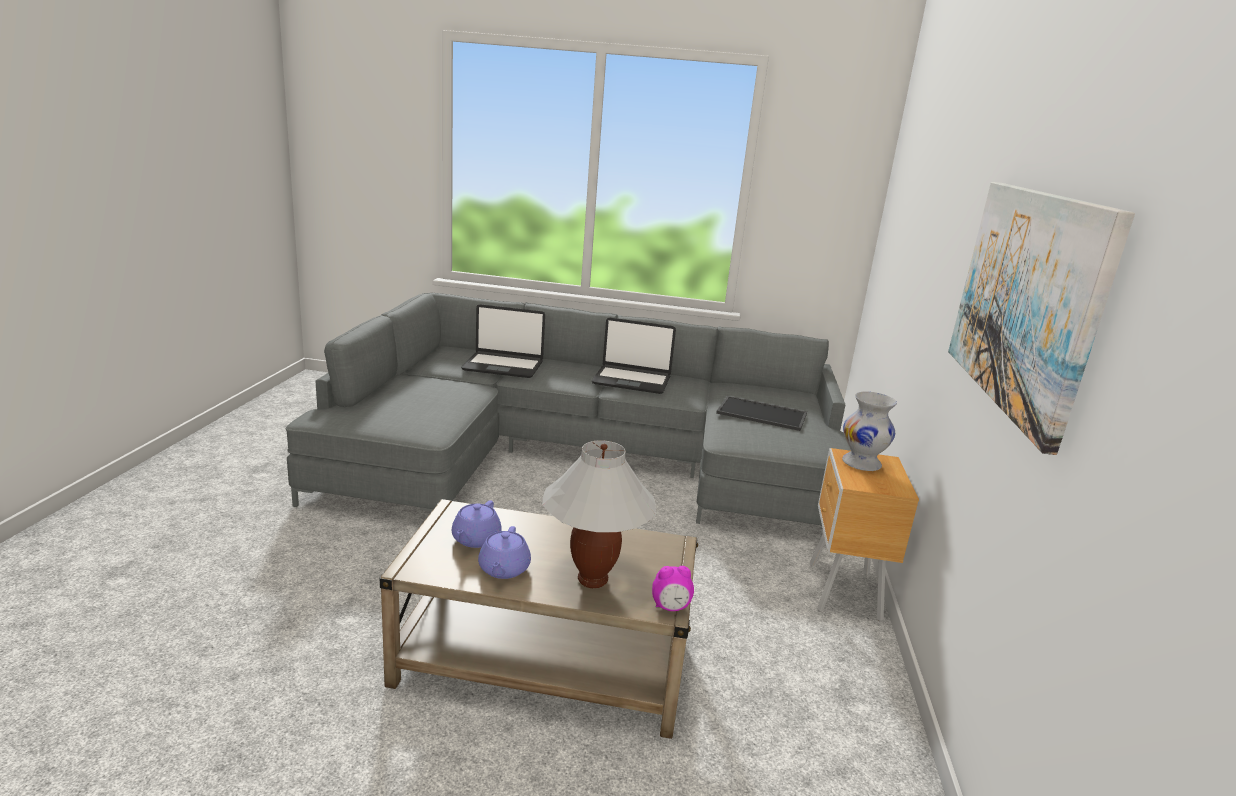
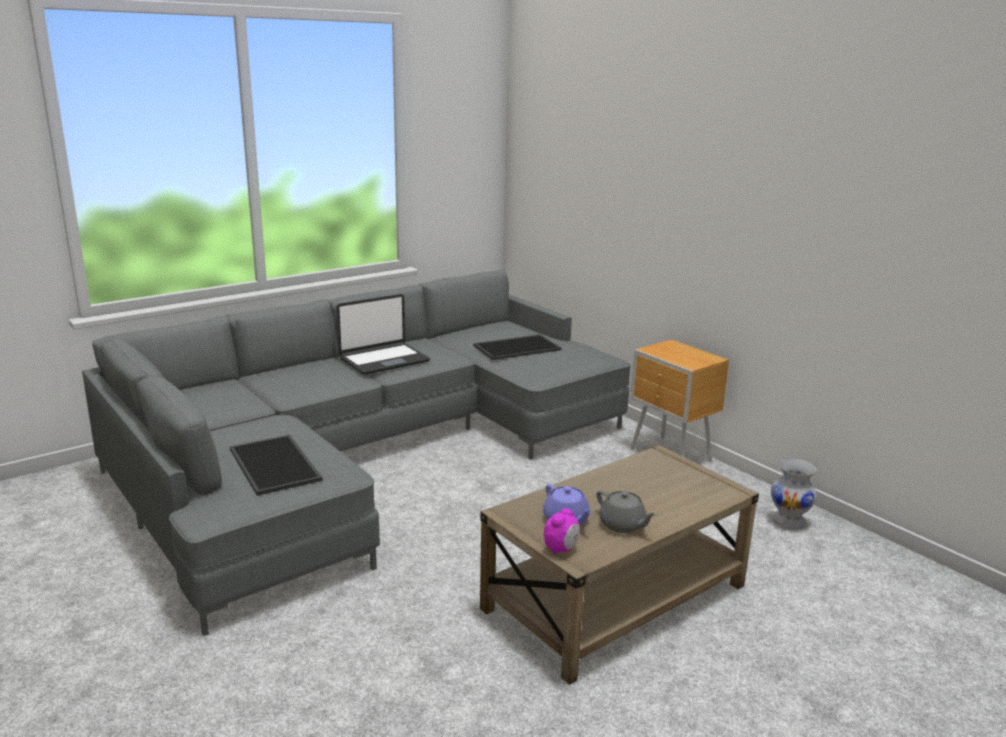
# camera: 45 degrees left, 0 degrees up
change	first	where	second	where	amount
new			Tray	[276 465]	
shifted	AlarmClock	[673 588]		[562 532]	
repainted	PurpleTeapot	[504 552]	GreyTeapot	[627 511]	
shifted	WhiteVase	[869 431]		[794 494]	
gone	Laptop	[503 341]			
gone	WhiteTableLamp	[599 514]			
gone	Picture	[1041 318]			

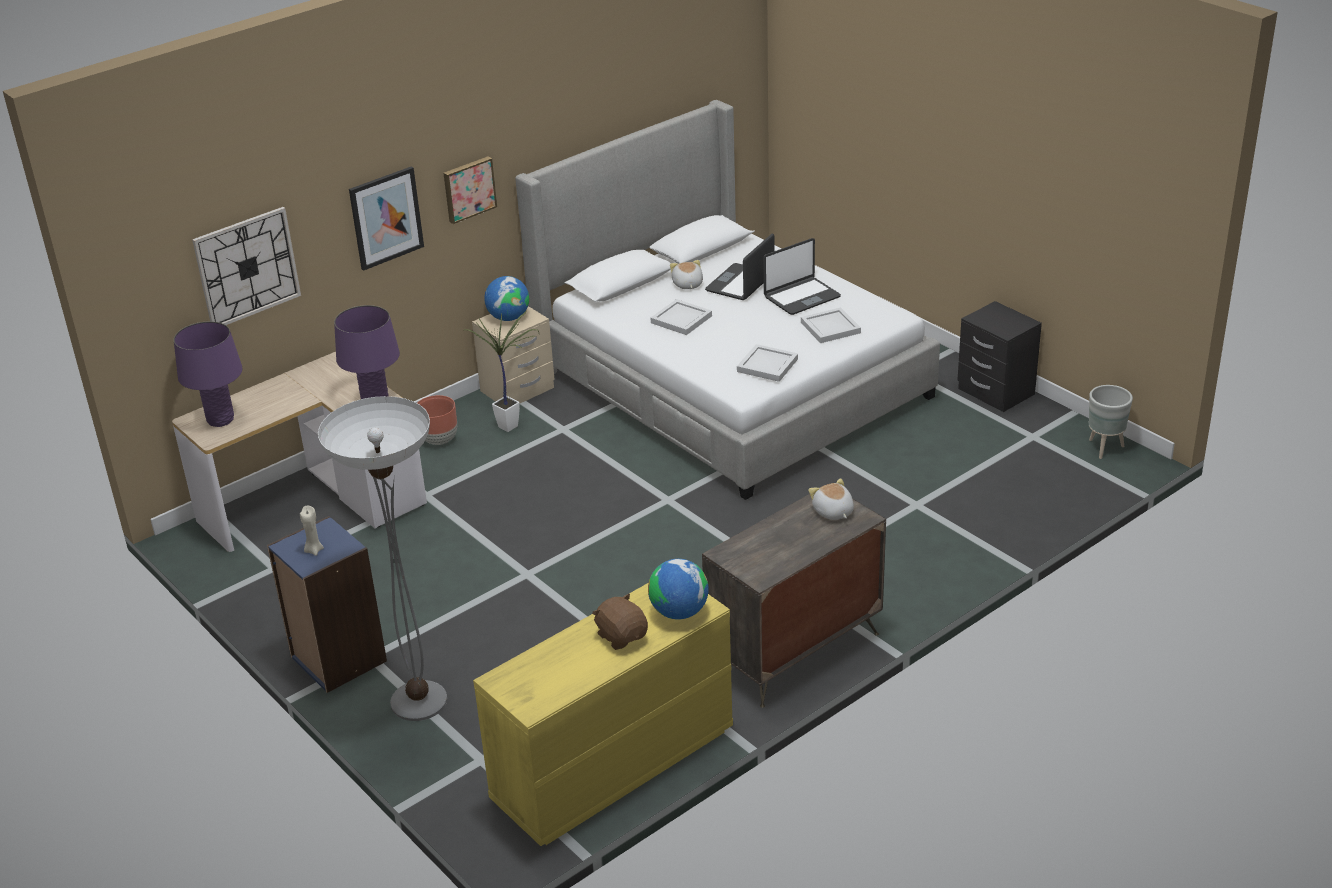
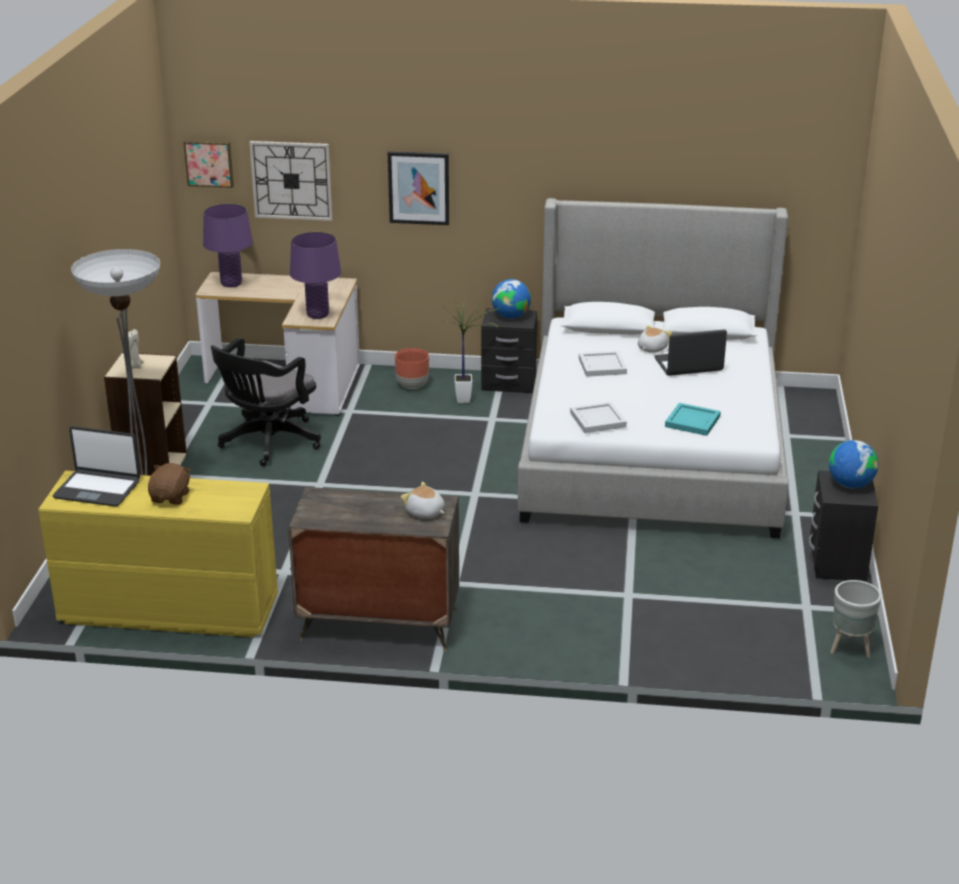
# camera: 45 degrees right, 5 degrees down
change	first	where	second	where	amount
shifted	Laptop	[802 276]		[96 466]	
repainted	BlueBookcase	[327 604]	BeigeBookcase	[145 414]	
shifted	Picture	[470 190]		[208 164]	
new			BlackOfficeChair	[266 402]	
rotated	PlushToy	[831 499]		[423 500]	75 degrees counterclockwise
repainted	BeigeNightstand	[513 355]	BlackNightstand	[509 350]	
repainted	WhiteTray	[831 325]	TurquoiseTray	[693 419]	
shifted	Globe	[678 589]		[854 464]	

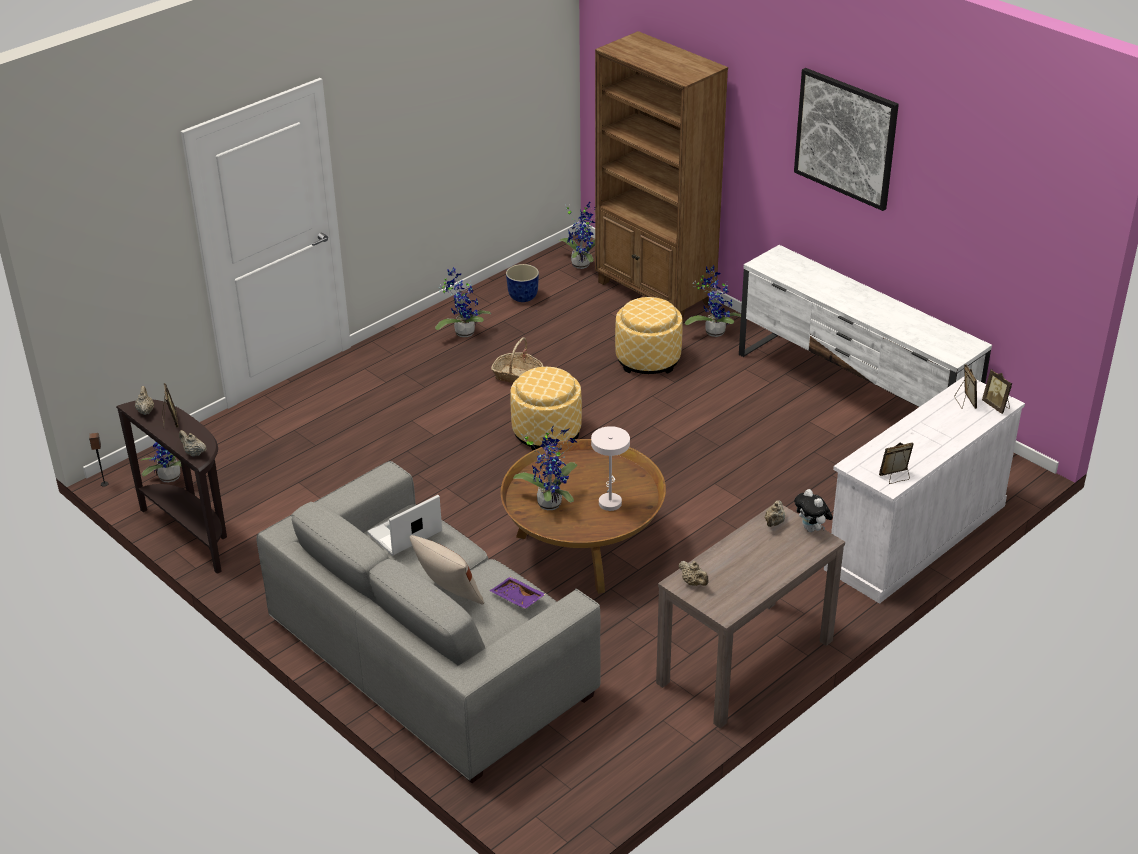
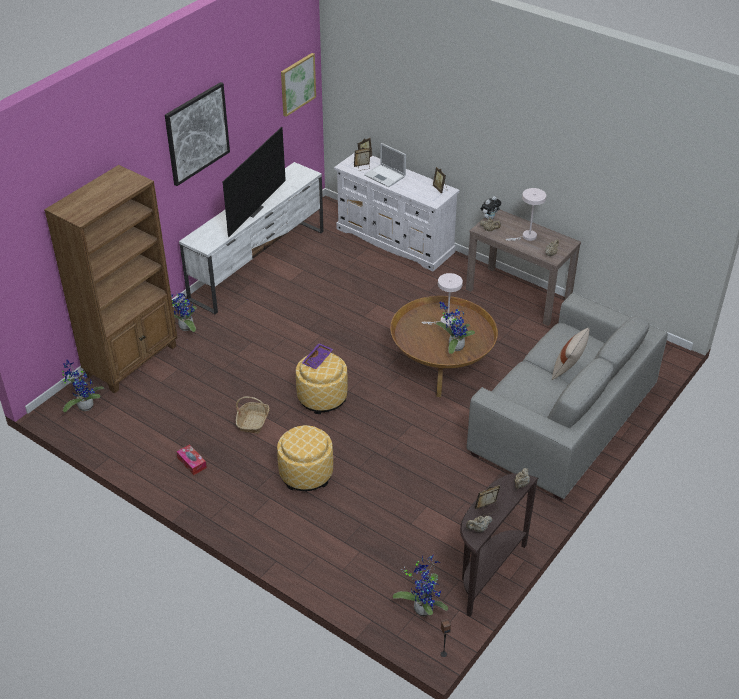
# camera: 100 degrees left, 5 degrees up
change	first	where	second	where	amount
swapped	PottedPlant	[463 302]	TissueBox	[192 459]	
new			Television	[254 182]	
shifted	Ottoman	[649 335]		[305 458]	
new			Picture	[298 85]	
shifted	PurpleTray	[517 593]		[317 356]	
shifted	Laptop	[404 525]		[385 165]	
new			WhiteTableLamp	[526 214]	
gone	Planter	[522 283]			

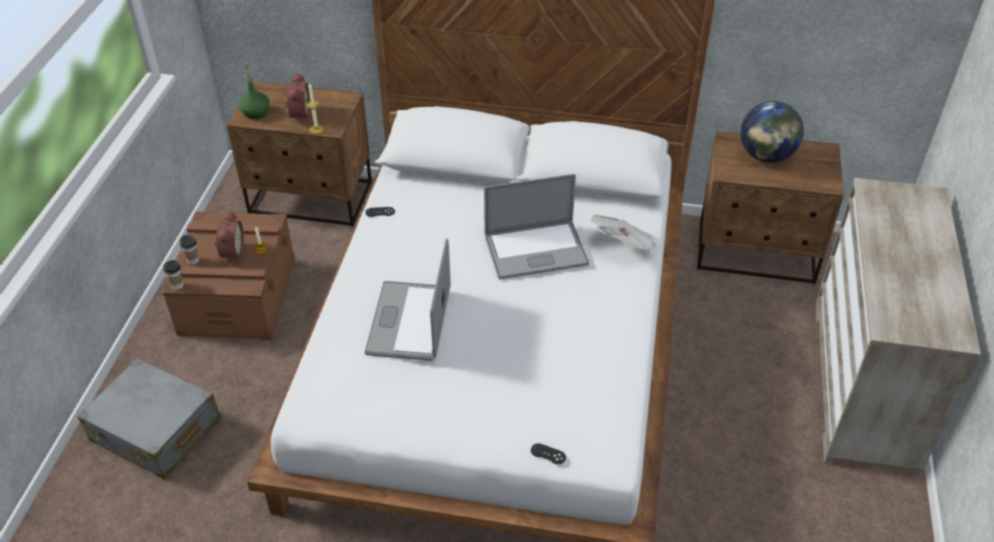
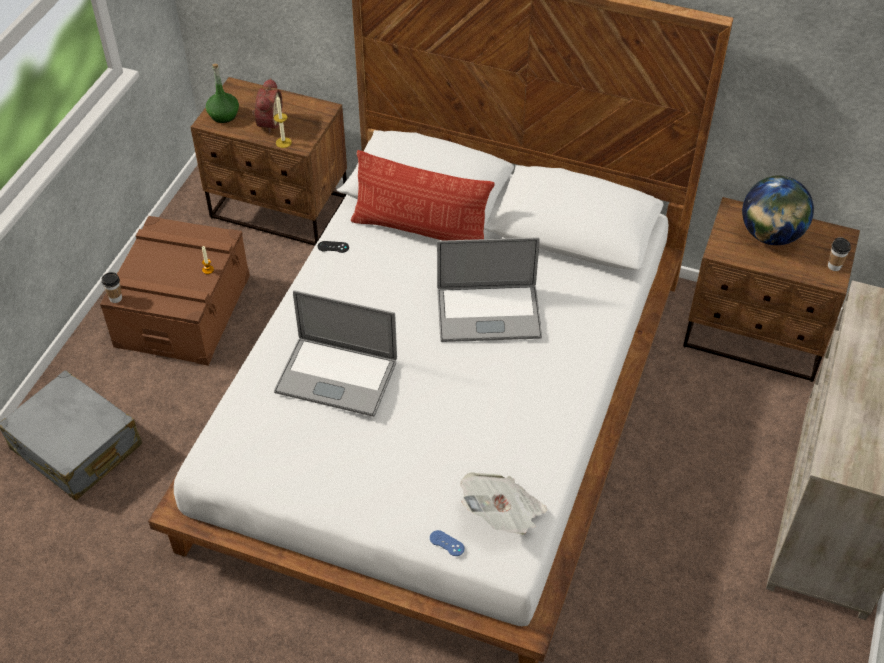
# camera: 10 degrees right, 5 degrees up
change	first	where	second	where	amount
rotated	Laptop	[408 299]		[335 353]	90 degrees counterclockwise
new			Pillow	[423 195]	
repainted	BlackGameController	[548 453]	BlueGameController	[447 543]	
shifted	Newspaper	[625 233]		[503 503]	
shifted	Cup	[189 250]		[839 254]	
gone	AlarmClock	[229 236]			

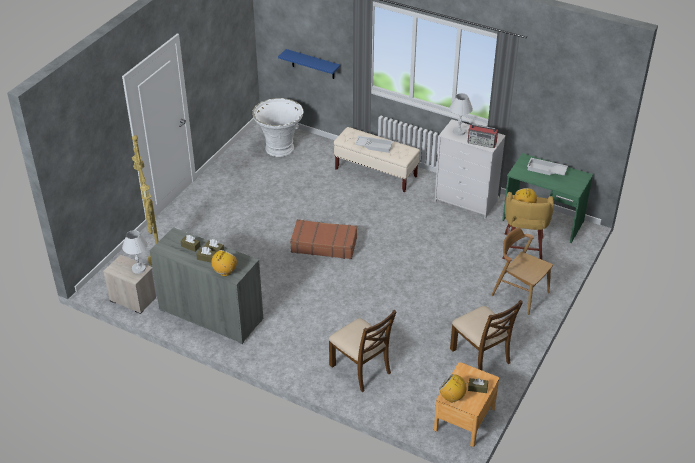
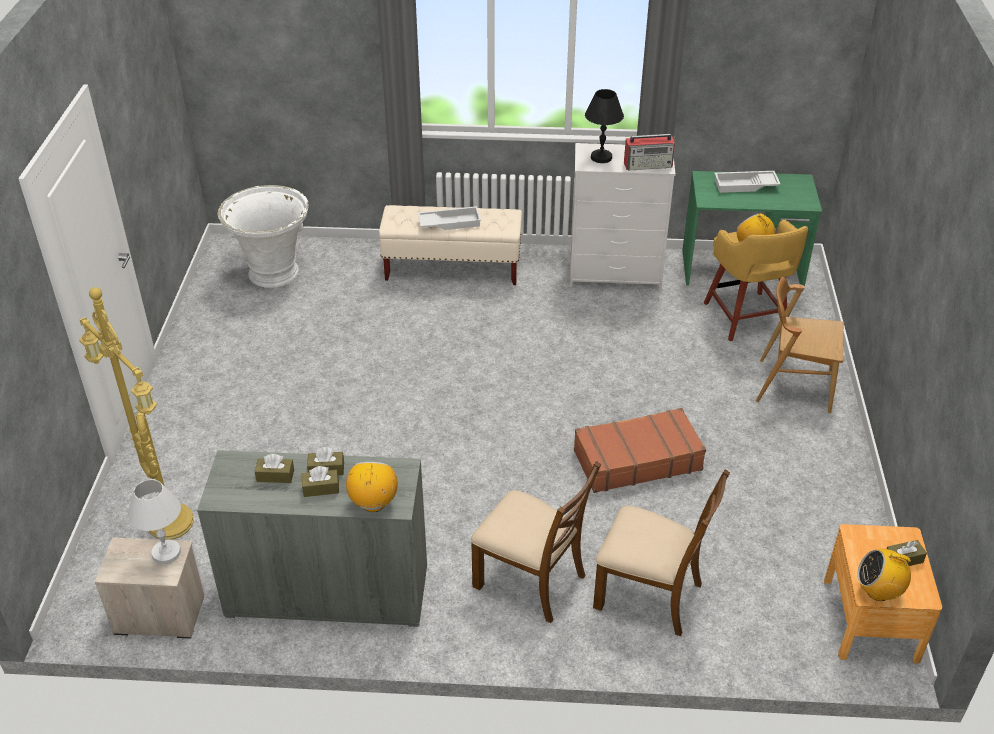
# camera: 25 degrees left, 0 degrees up
change	first	where	second	where	amount
shifted	BrownChair	[486 335]		[536 542]	
shifted	BrownSuitcase	[323 239]		[640 450]	
repainted	WhiteTableLamp	[461 114]	BlackTableLamp	[604 126]	
gone	BlueShelf	[309 64]			

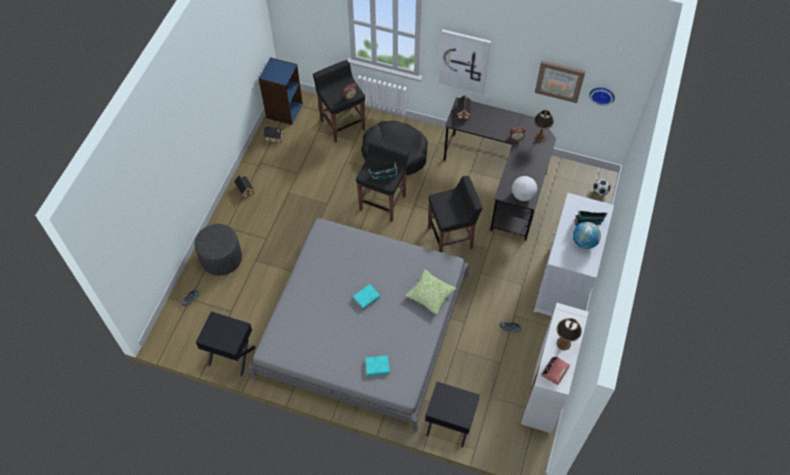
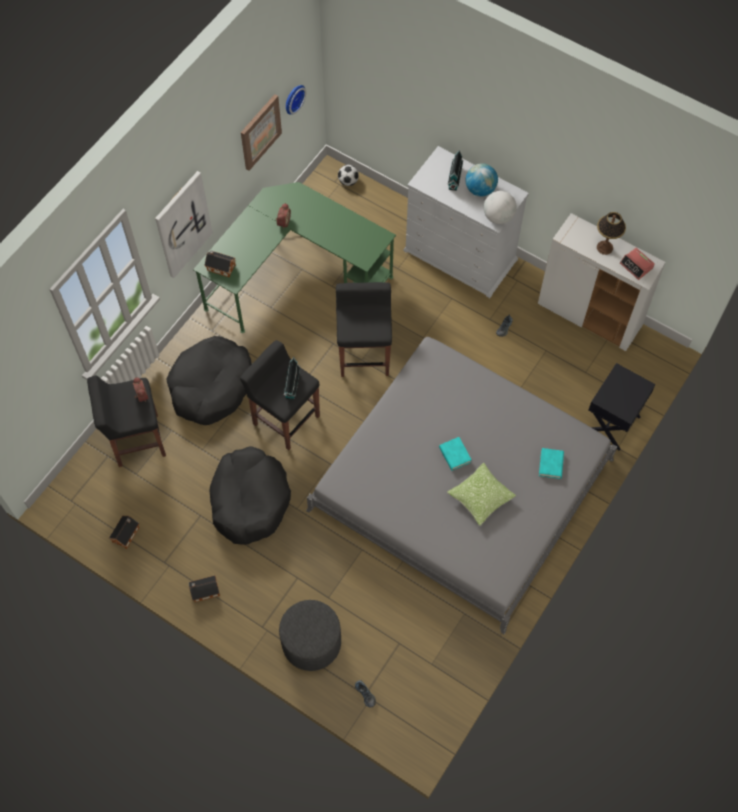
# camera: 75 degrees left, 5 degrees up
change	first	where	second	where	amount
repainted	BlackDesk	[499 169]	GreenDesk	[294 257]	
new			BlackDogBed	[250 495]	
shifted	Pillow	[430 292]		[481 494]	
shifted	Globe	[524 188]		[500 207]	
gone	BlackNightstand	[225 343]			
gone	BlueBookcase	[280 91]			
gone	TableLamp	[544 126]			

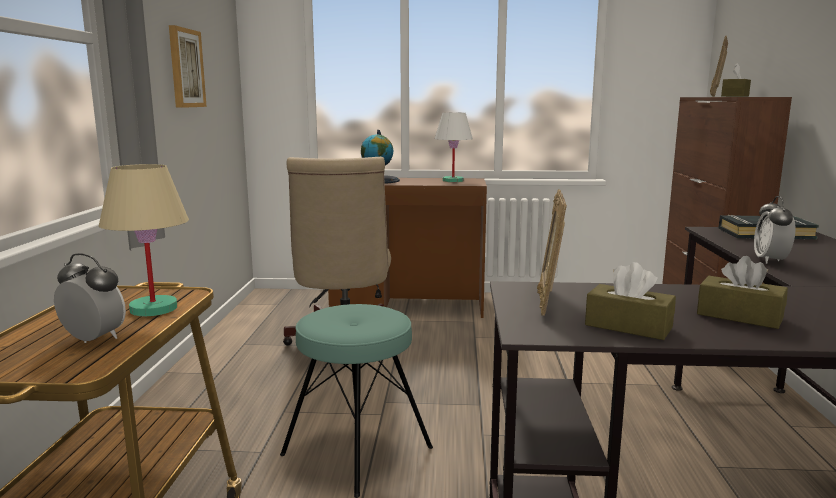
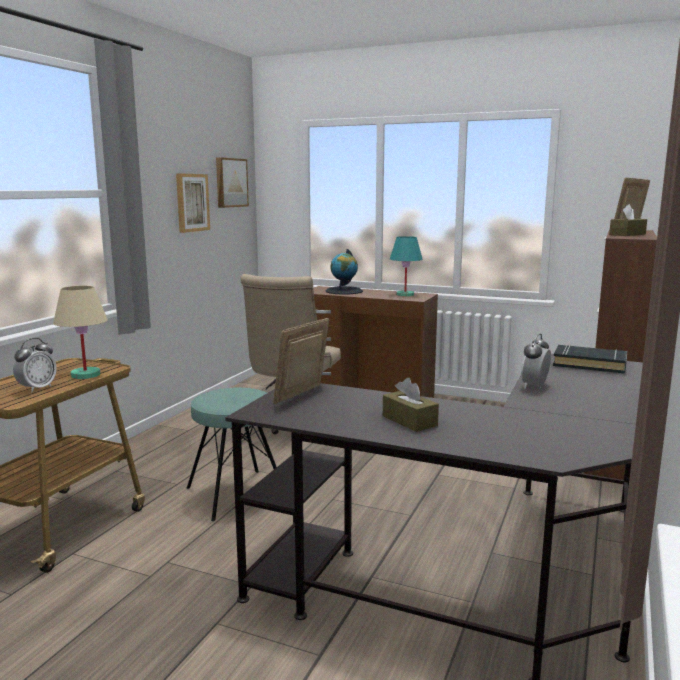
# camera: 20 degrees right, 0 degrees up
change	first	where	second	where	amount
rotated	AlarmClock	[90 298]		[35 365]	75 degrees clockwise
new			Picture	[232 182]	
repainted	WhiteTableLamp	[454 147]	TurquoiseTableLamp	[406 266]	
gone	BrownTissueBox	[630 301]			

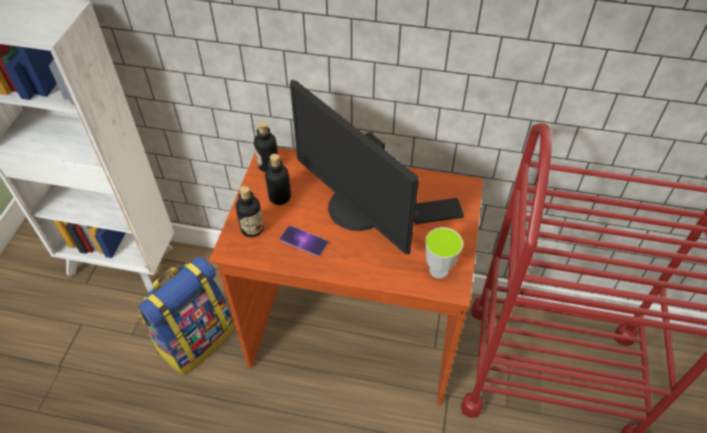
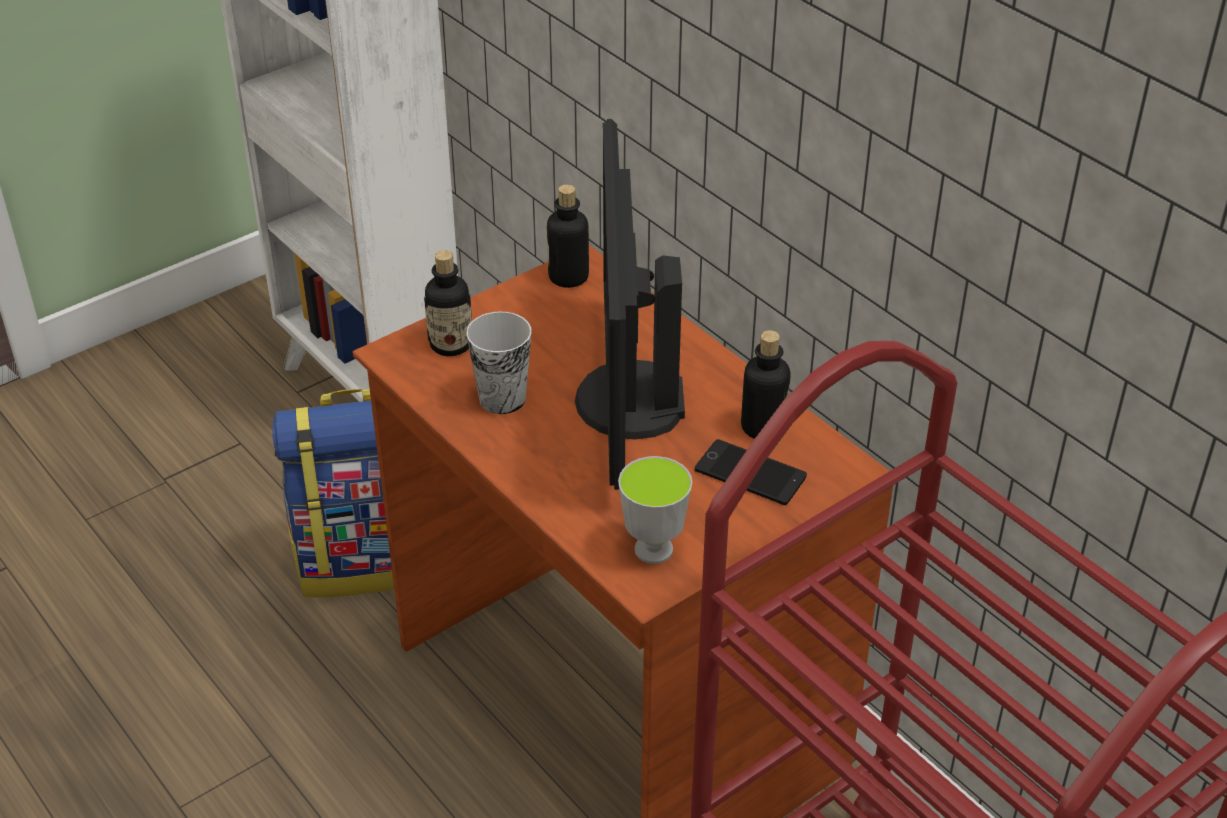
# camera: 40 degrees right, 10 degrees down
change	first	where	second	where	amount
swapped	Phone	[303 241]	Cup	[499 363]	
shifted	Bottle	[278 179]		[766 384]	

